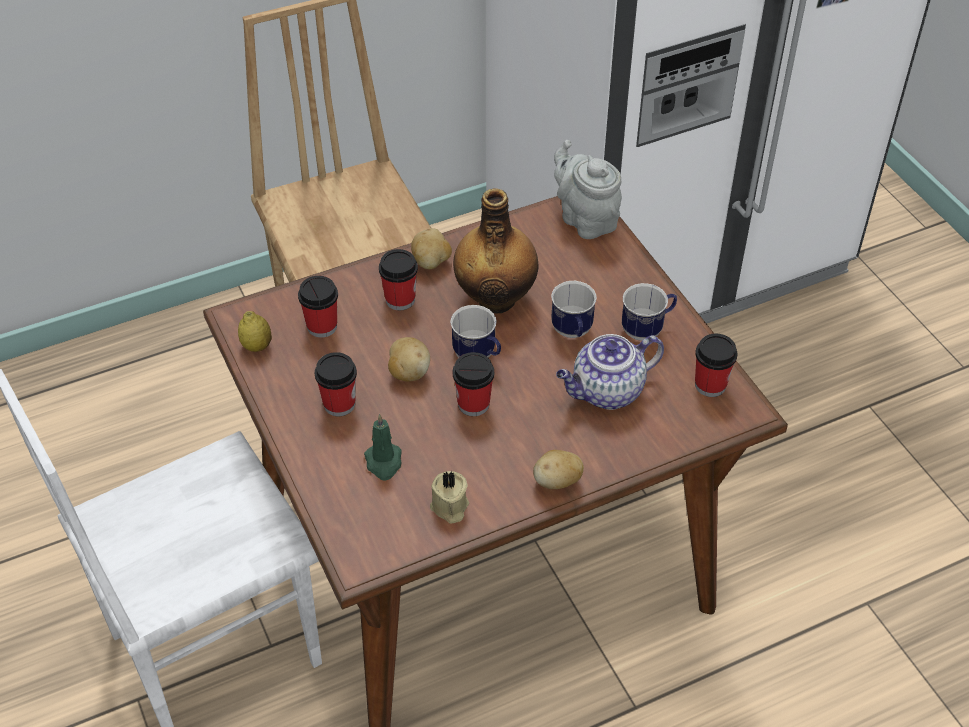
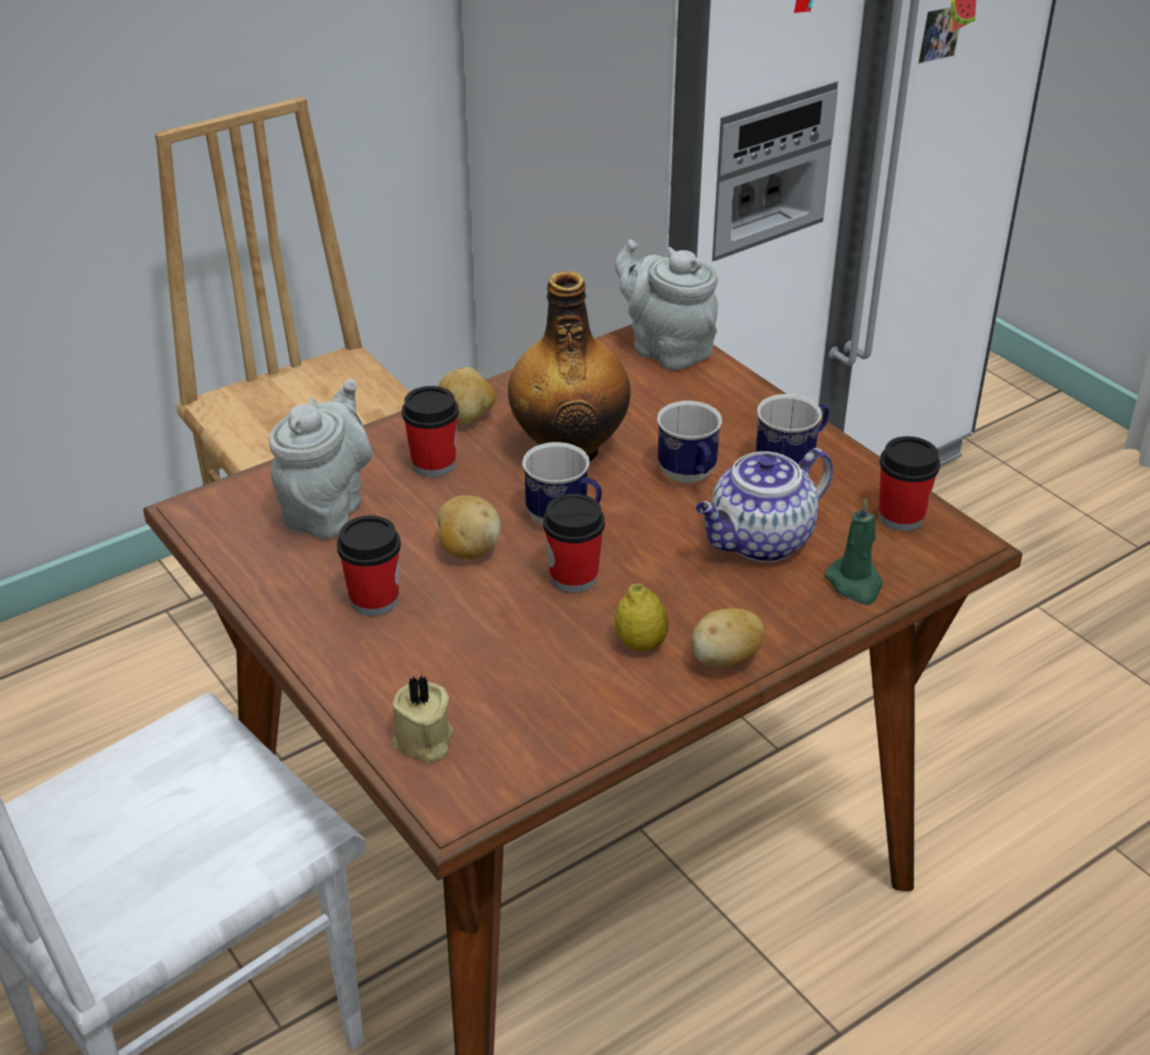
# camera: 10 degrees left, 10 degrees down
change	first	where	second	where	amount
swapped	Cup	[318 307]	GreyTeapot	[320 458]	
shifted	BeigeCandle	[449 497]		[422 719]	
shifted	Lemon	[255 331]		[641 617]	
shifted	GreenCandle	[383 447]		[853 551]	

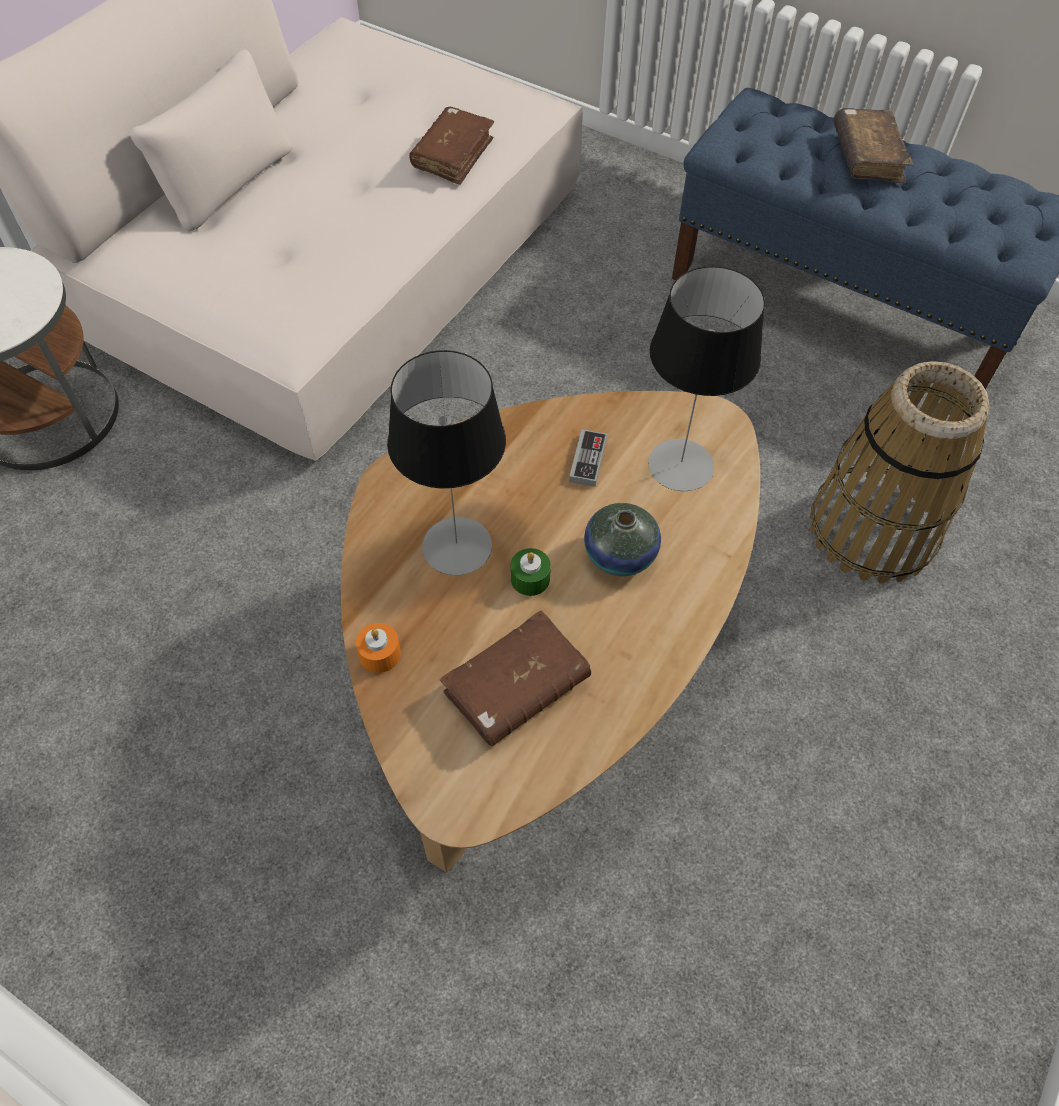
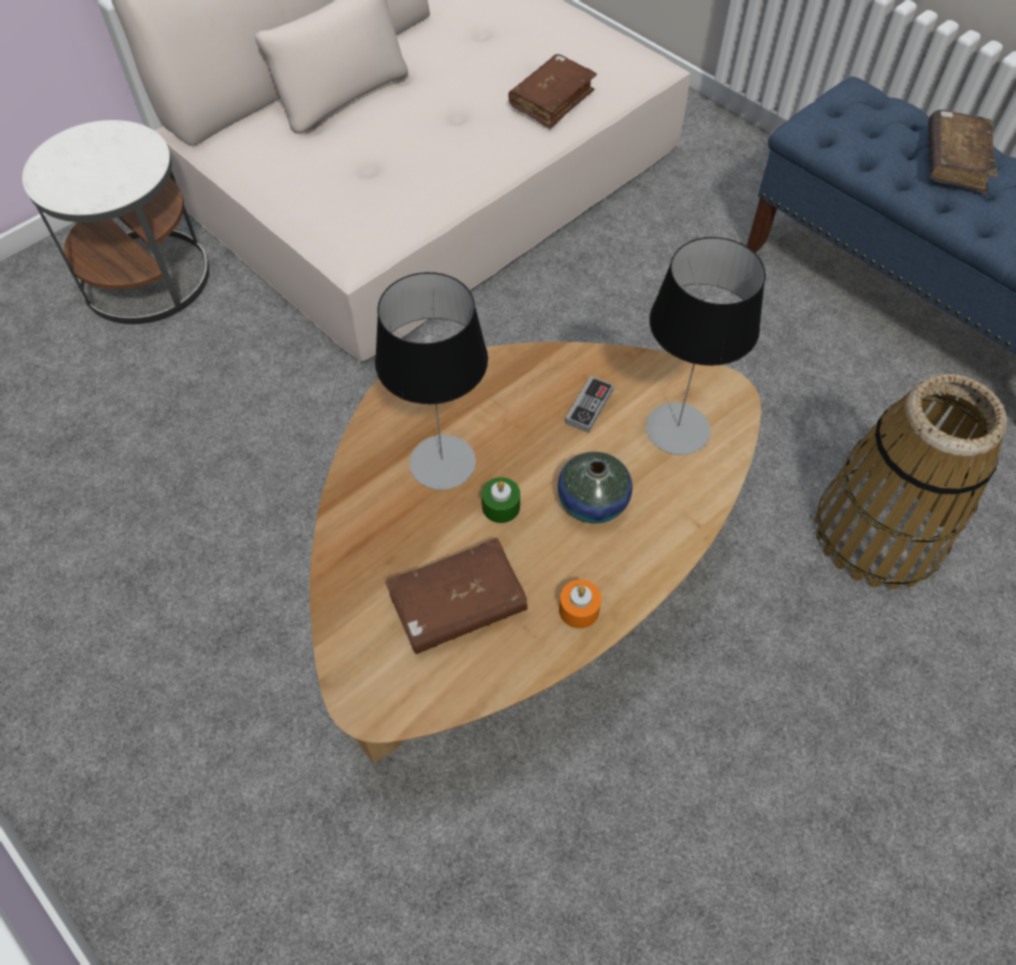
# camera: 15 degrees right, 0 degrees up
change	first	where	second	where	amount
shifted	OrangeCandle	[378 648]		[580 604]	

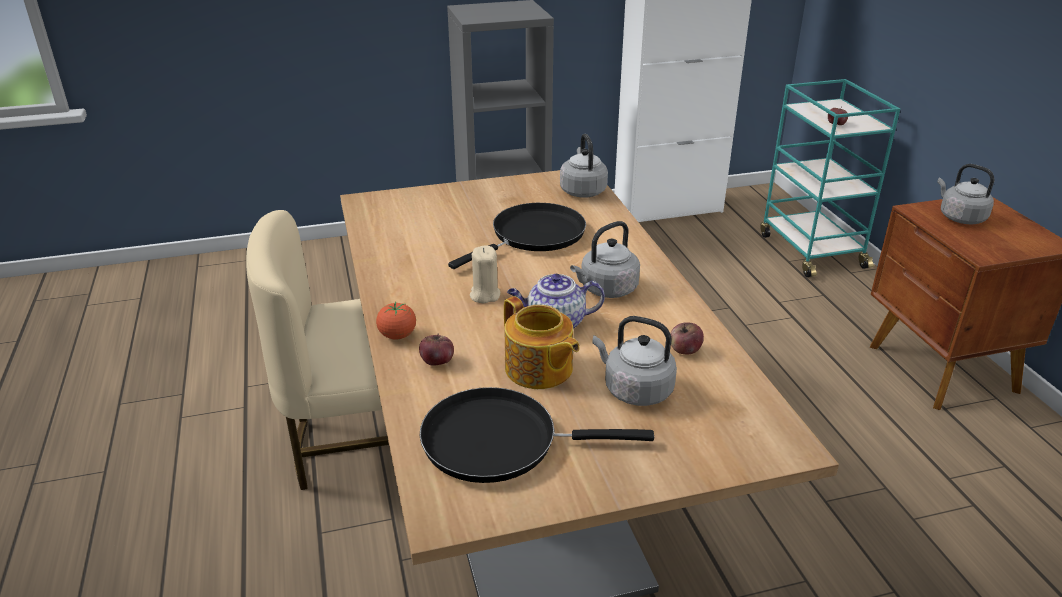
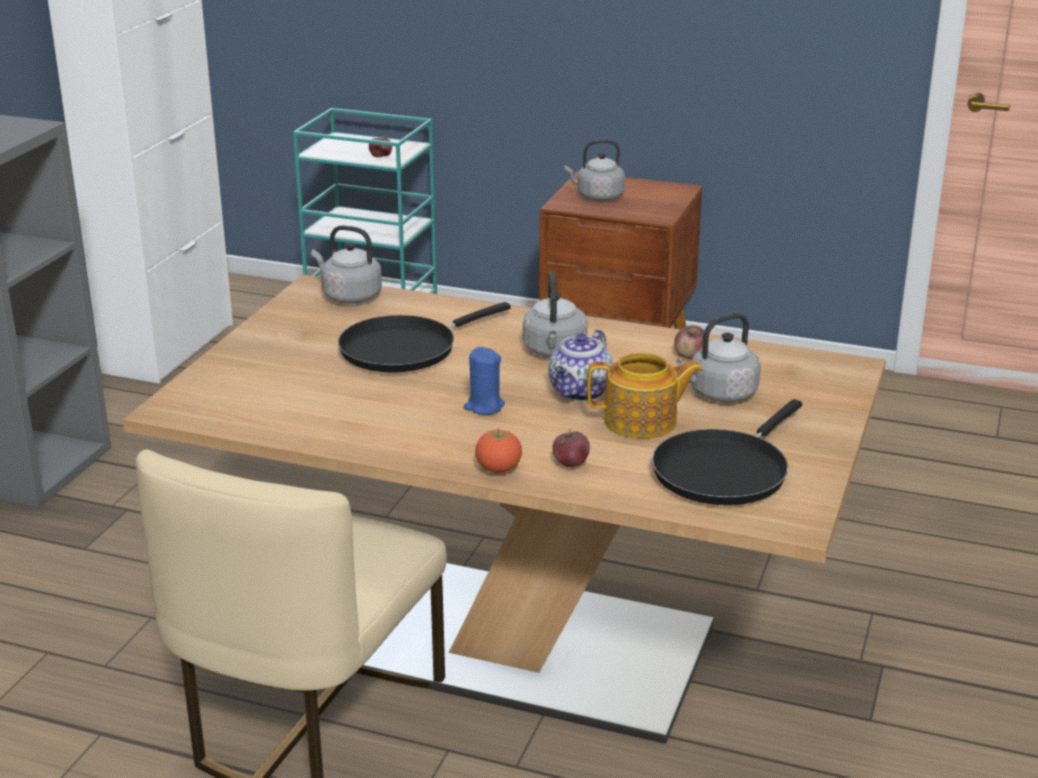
# camera: 55 degrees left, 5 degrees down
change	first	where	second	where	amount
rotated	BlackFryingPan	[517 236]		[424 337]	120 degrees counterclockwise
repainted	BeigeCandle	[485 274]	BlueCandle	[484 381]	

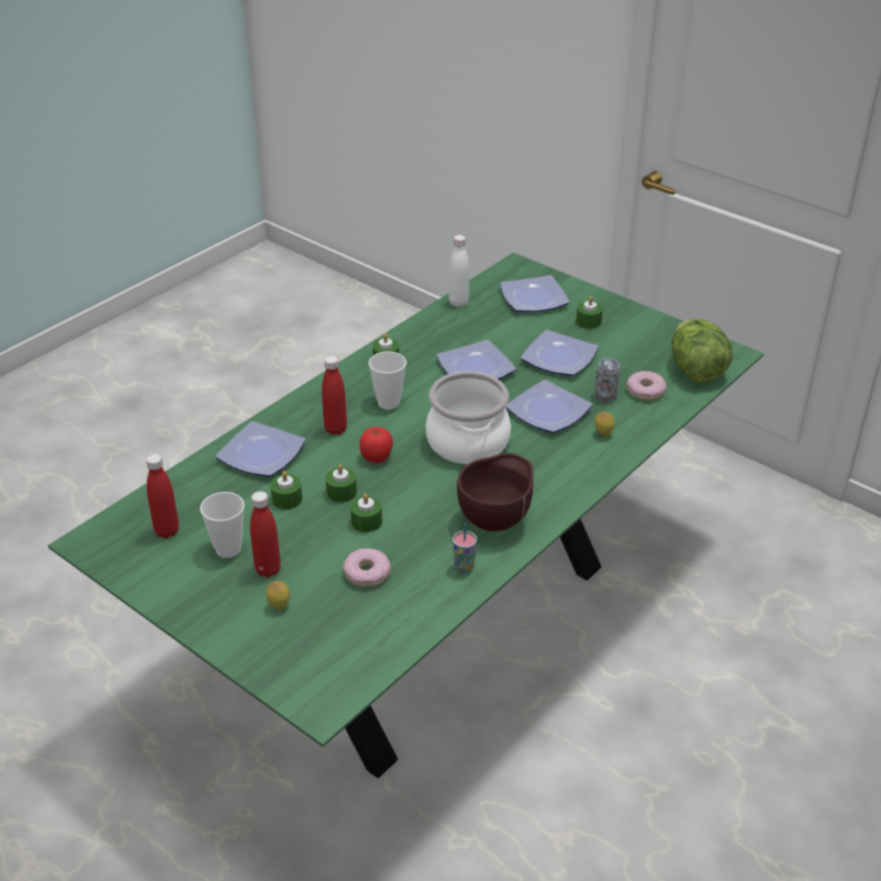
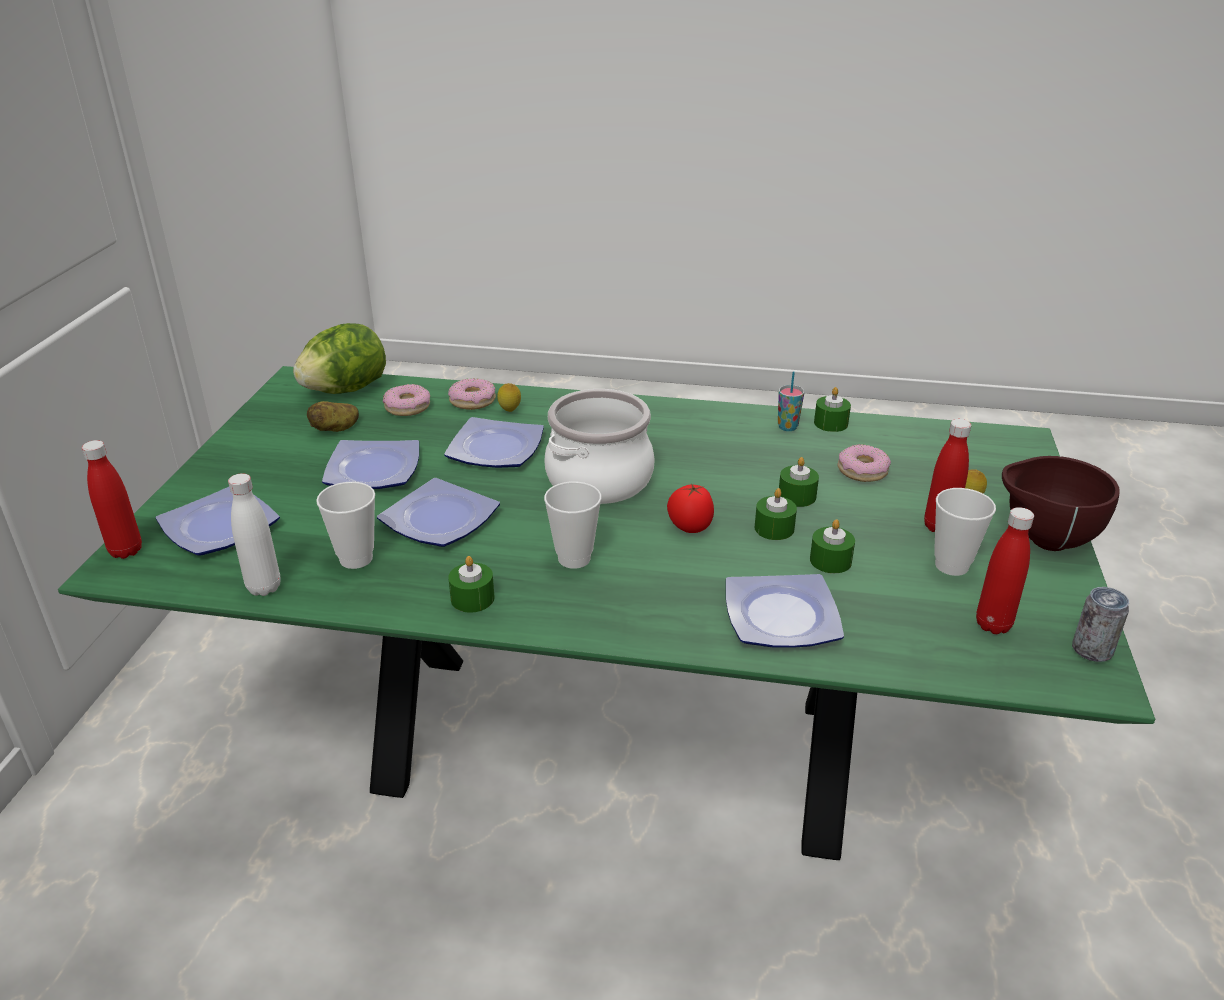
# camera: 120 degrees left, 5 degrees down
change	first	where	second	where	amount
shifted	RedBottle	[334 395]		[112 499]	
new			Potato	[333 416]	
new			Cup	[345 525]	
new			Donut	[472 394]	
shifted	GreenCandle	[589 312]		[832 409]	
shifted	BrownBowl	[495 492]		[1061 503]	
shifted	Can	[607 380]		[1100 624]	

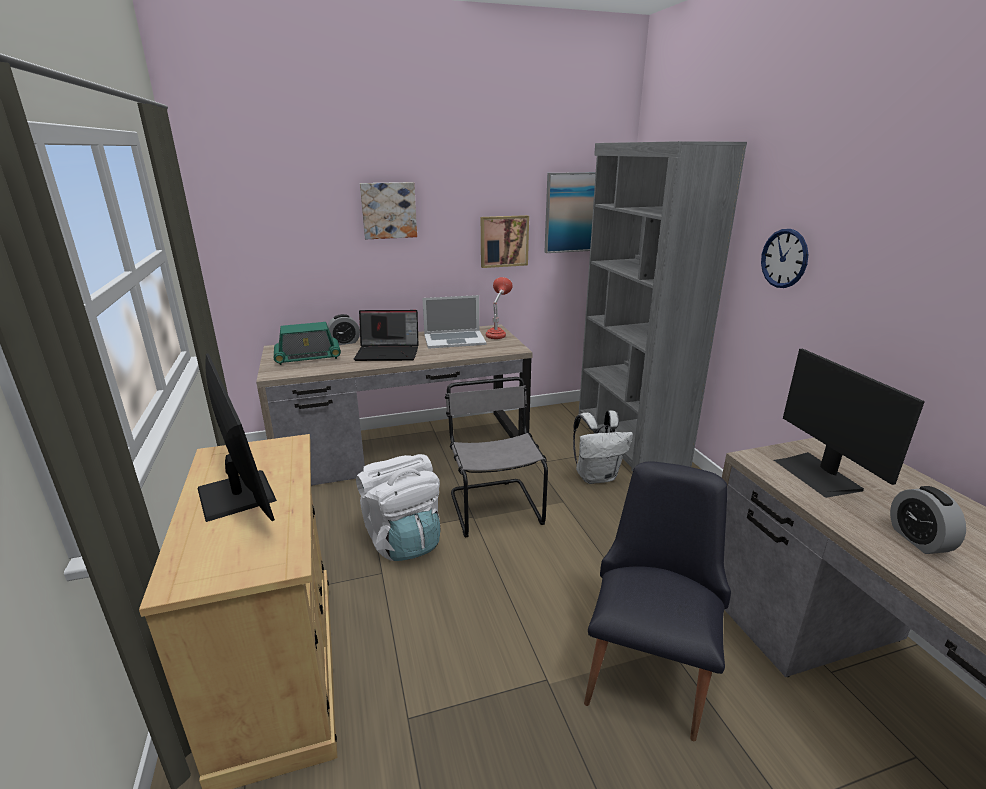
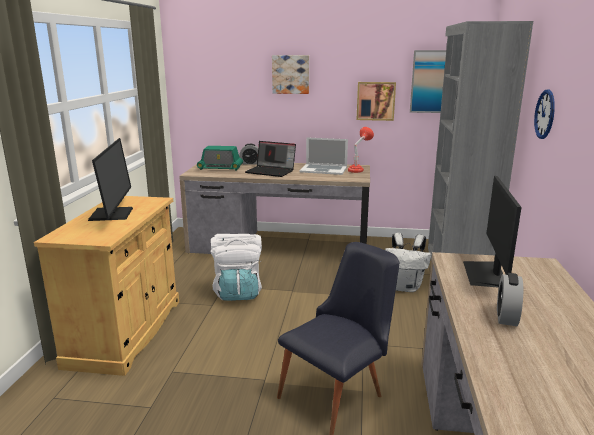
# camera: 25 degrees right, 5 degrees down
change	first	where	second	where	amount
gone	GreyChair	[496 457]			

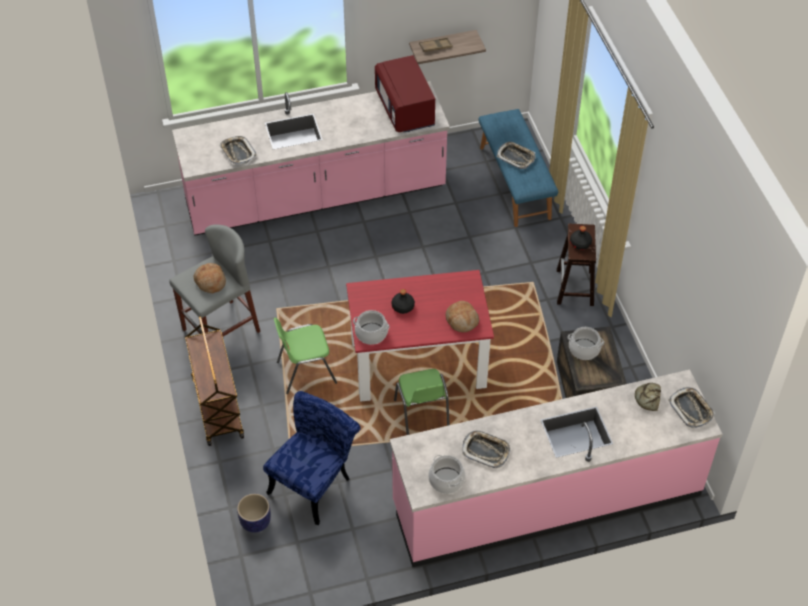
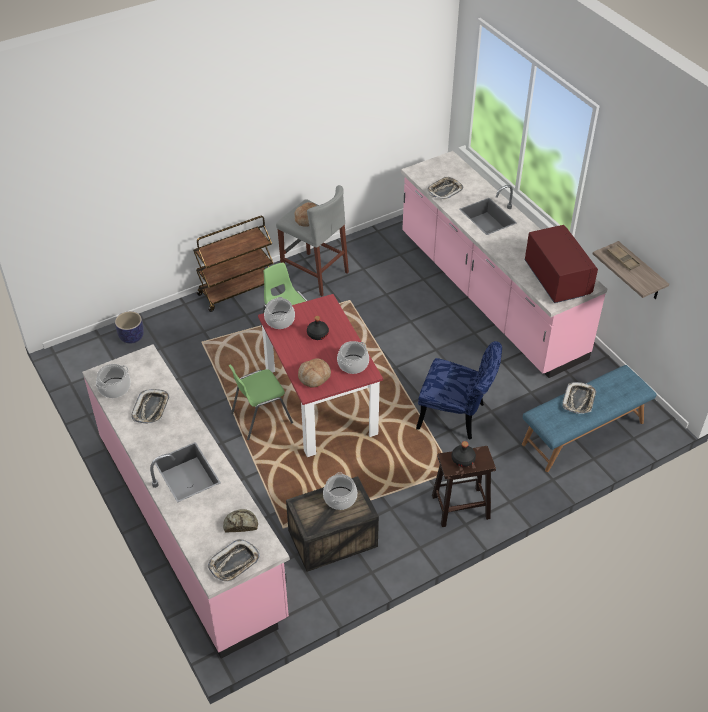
# camera: 75 degrees right, 5 degrees down
change	first	where	second	where	amount
new			CookingPot	[353 357]	
shifted	BlueChair	[312 458]		[459 390]	
rotated	RedMicrowave	[405 93]		[561 264]	105 degrees clockwise

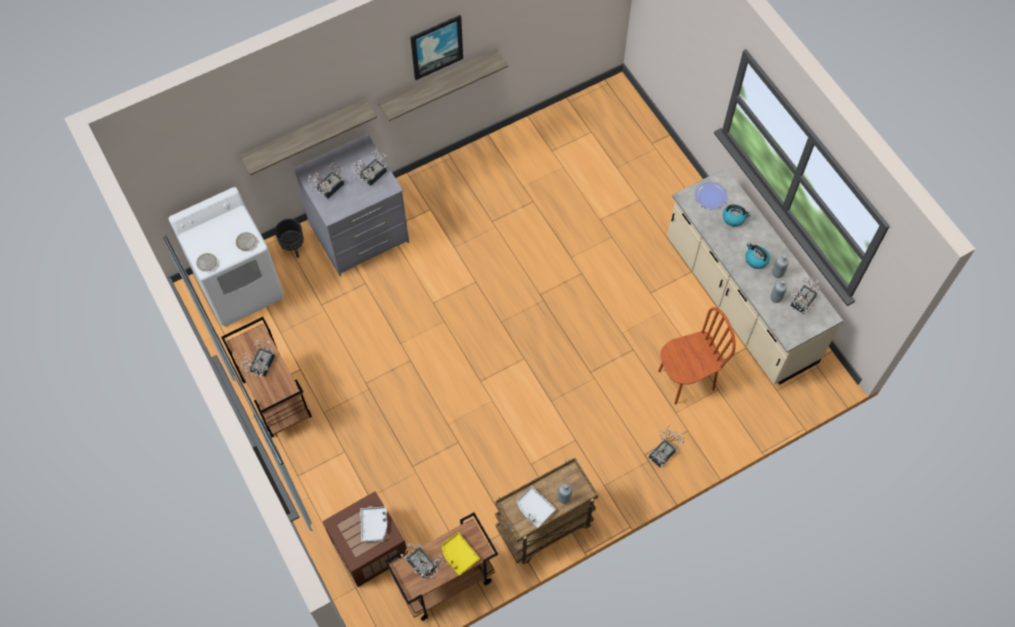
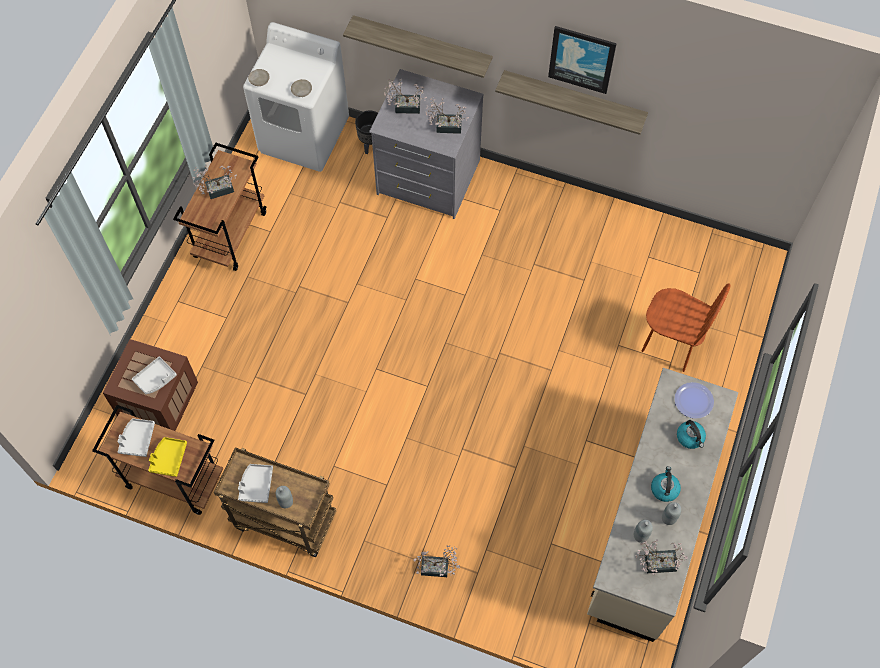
# camera: 50 degrees right, 0 degrees up
change	first	where	second	where	amount
swapped	PottedPlant	[422 562]	GreyTray	[136 437]	
shifted	BrownChair	[697 355]		[685 327]	

